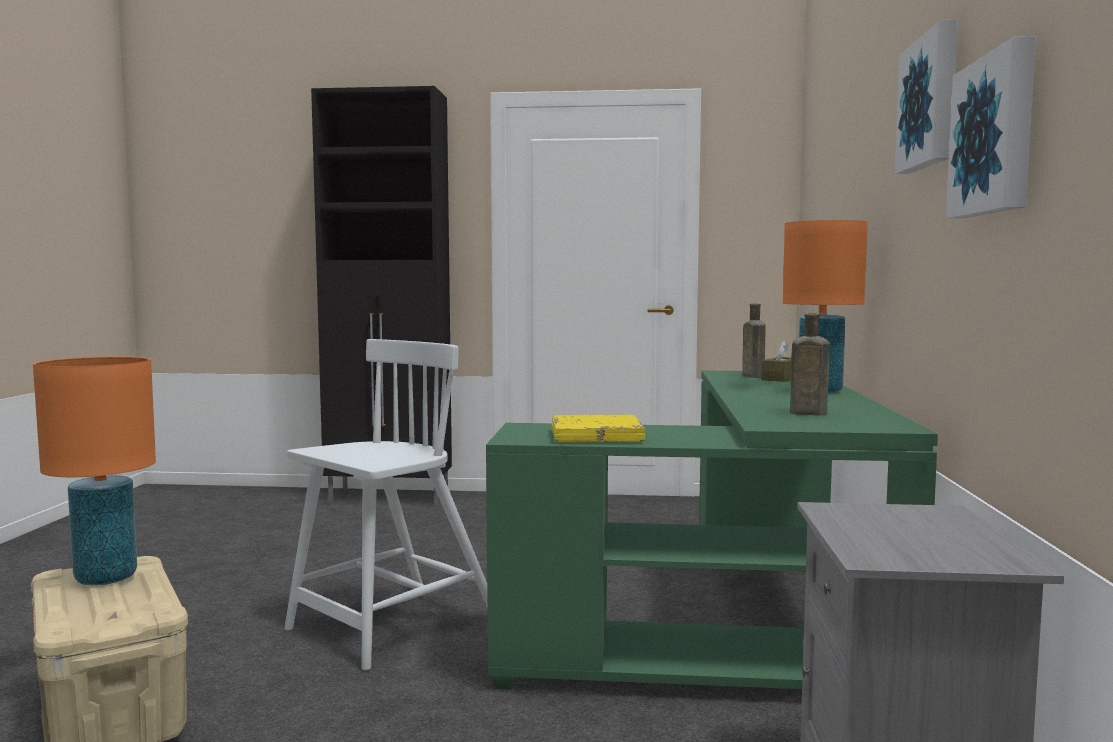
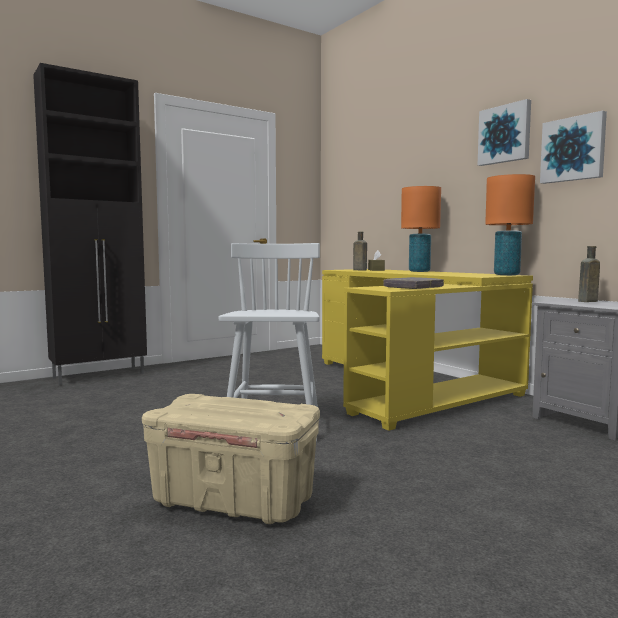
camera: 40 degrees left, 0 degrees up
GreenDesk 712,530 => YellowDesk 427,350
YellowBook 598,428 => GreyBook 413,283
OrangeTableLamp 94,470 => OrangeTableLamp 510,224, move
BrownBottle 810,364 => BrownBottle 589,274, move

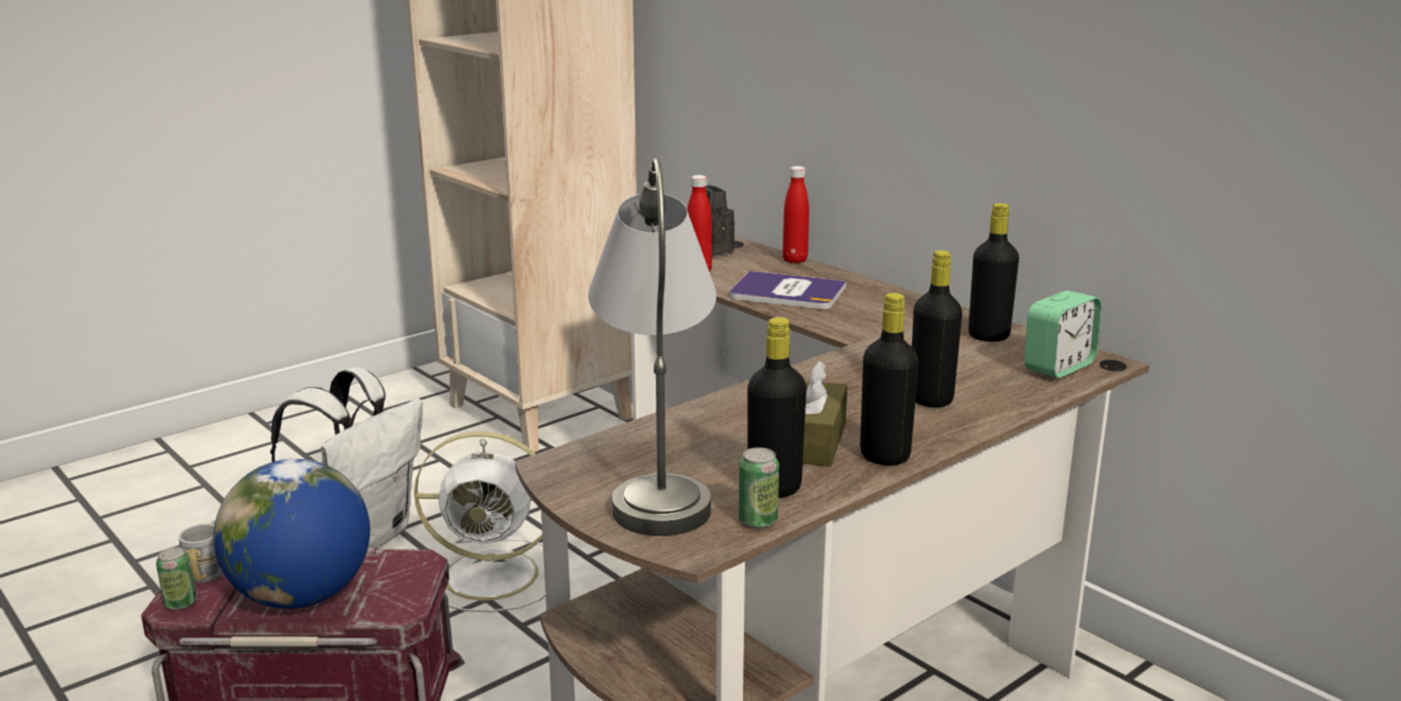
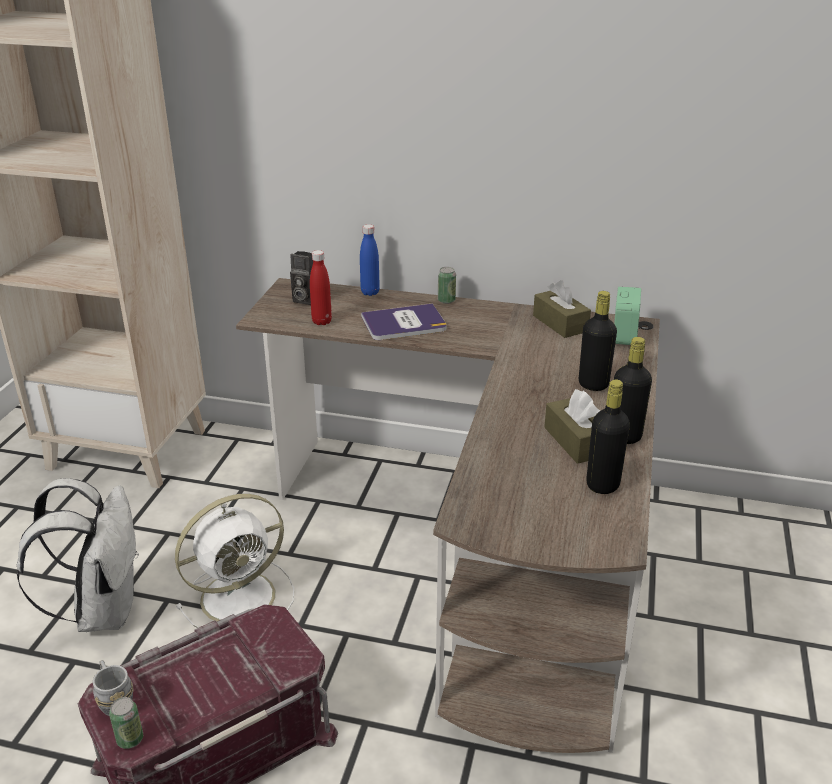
camera: 35 degrees left, 10 degrees up
RedBottle 796,214 => BlueBottle 370,260
Can 759,488 => Can 447,285, move
BlackBottle 993,272 => BrownTissueBox 562,309
Globe 292,534 => nothing
GreyTableLamp 652,347 => nothing

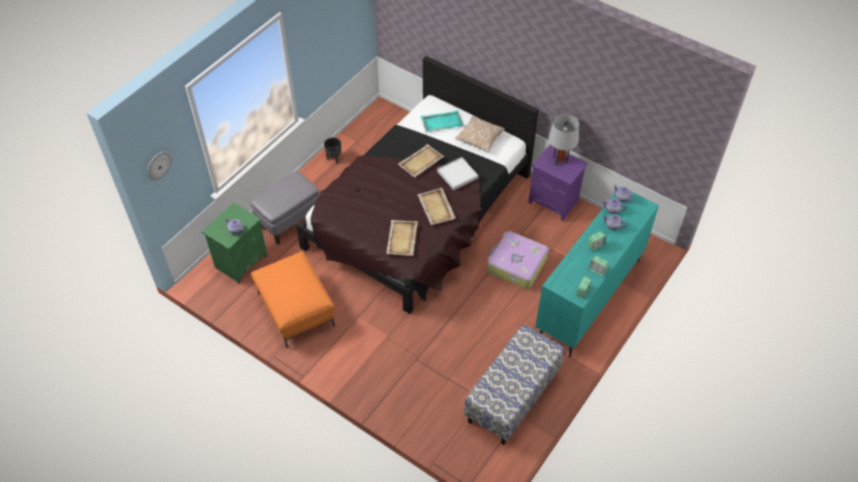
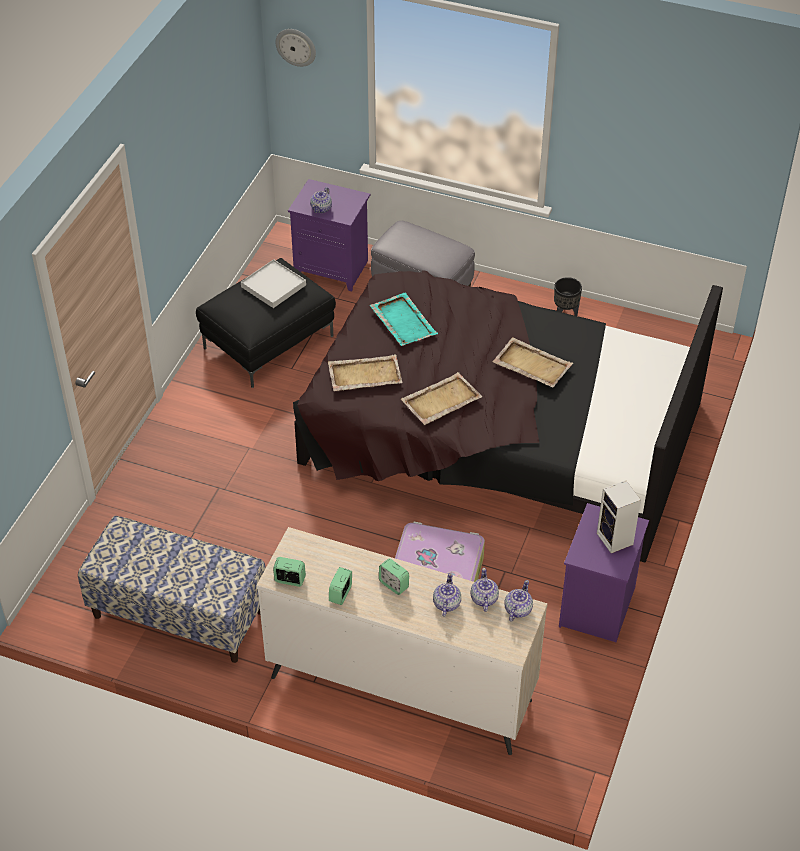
camera: 75 degrees right, 5 degrees down
OrangeOttoman 293,299 => BlackOttoman 266,323
WhiteTray 458,173 => WhiteTray 273,283, move
TurquoiseDresser 597,271 => BeigeDresser 402,641
GreenNightstand 234,243 => PurpleNightstand 329,235
TurquoiseTray 442,121 => TurquoiseTray 404,319, move
GreyTableLamp 563,139 => Speaker 619,516
Pillow 480,134 => nothing

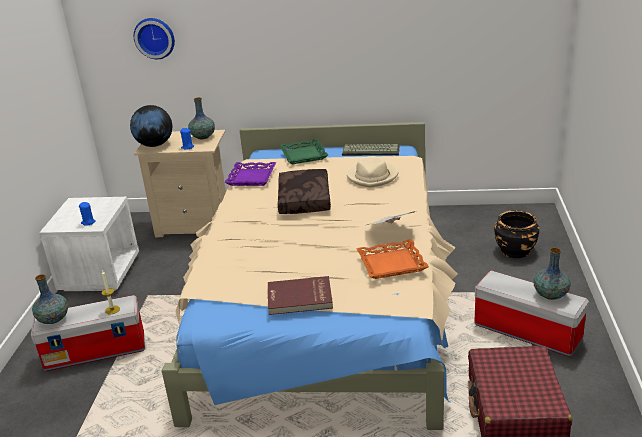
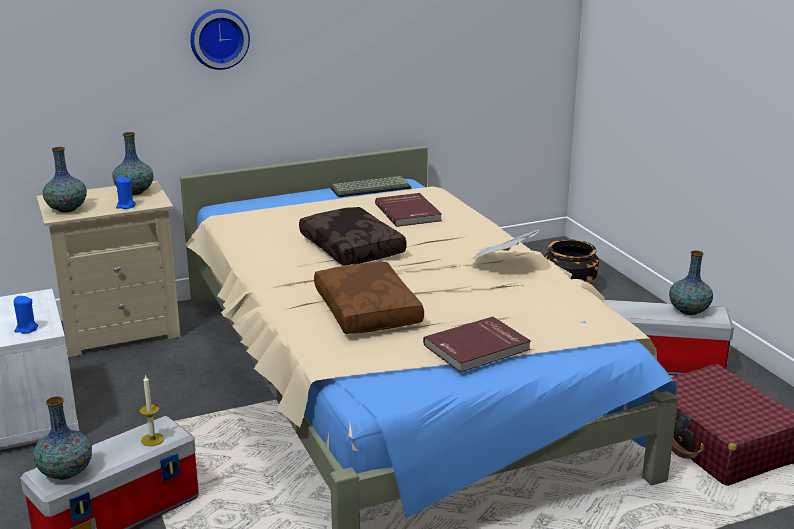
camera: 30 degrees left, 5 degrees down
Globe 151,126 => Vase 65,180
WallClock 154,38 => WallClock 220,39, move
nothing => BrownPillow 369,298
BeigeHat 372,172 => RedBook 408,210
PurpleTray 250,174 => nothing
GreenTray 303,152 => nothing
OrangeTray 392,259 => nothing

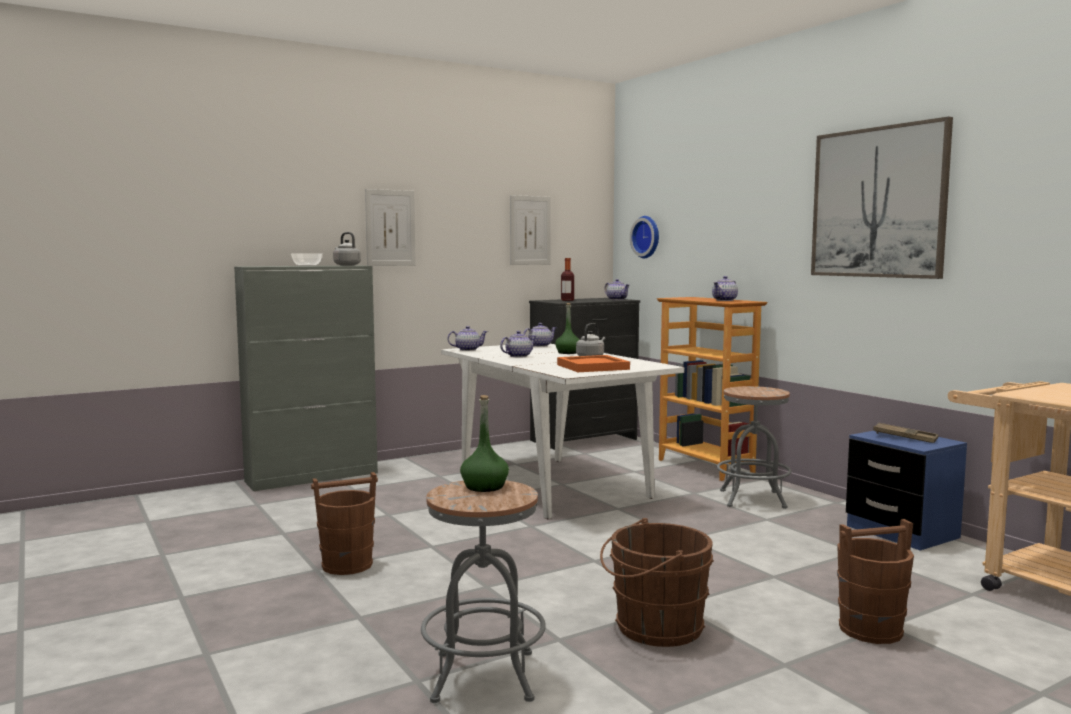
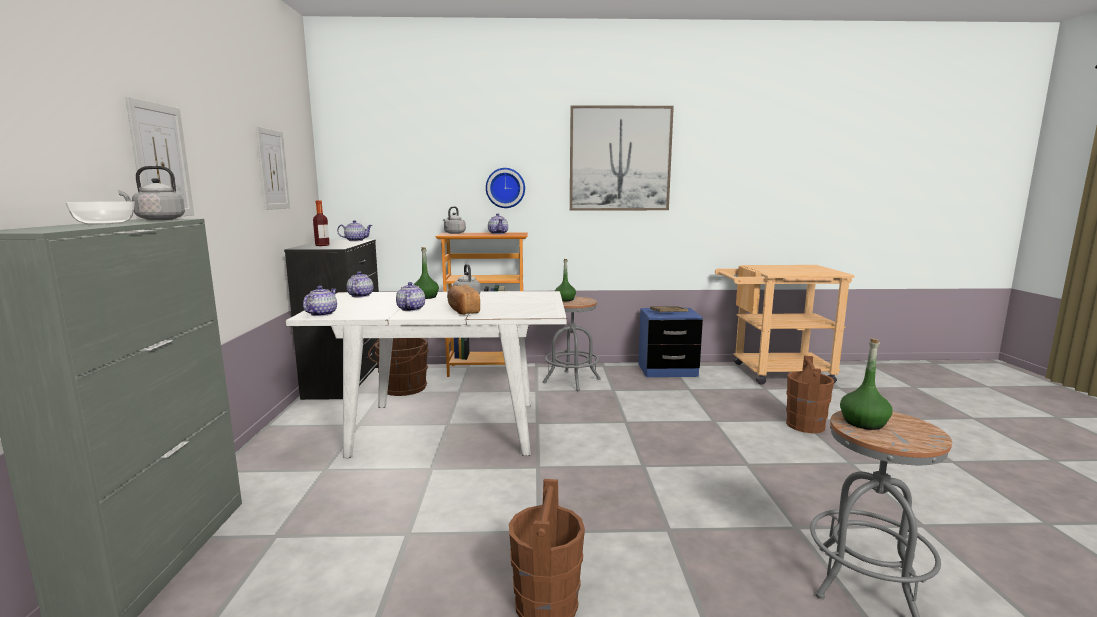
camera: 60 degrees left, 5 degrees up
BrownBucket 657,582 => BrownBucket 398,367, move
nothing => GreyKettle 454,220
nothing => Bread 463,300
WallClock 644,237 => WallClock 505,188, move
nothing => GreenBottle 565,280
OrangeTray 593,363 => nothing

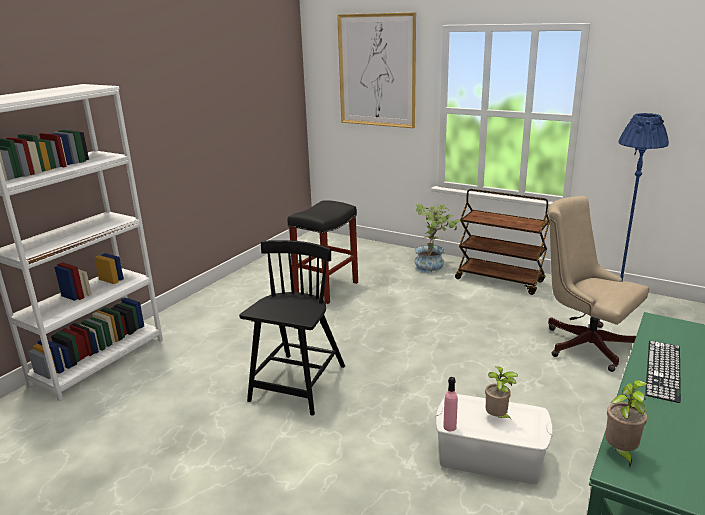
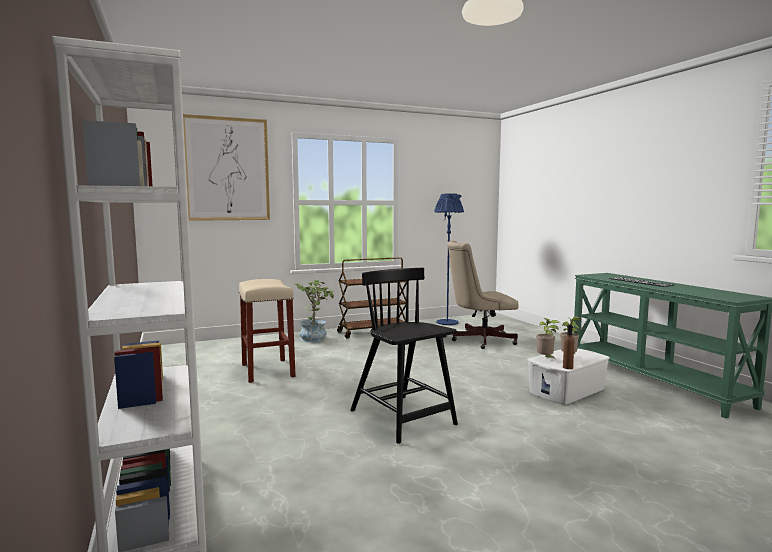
camera: 55 degrees left, 15 degrees down
BlackStool 323,252 => BeigeStool 267,331
PottedPlant 627,423 => PottedPlant 548,339, move
PinkBottle 450,404 => BrownBottle 568,347

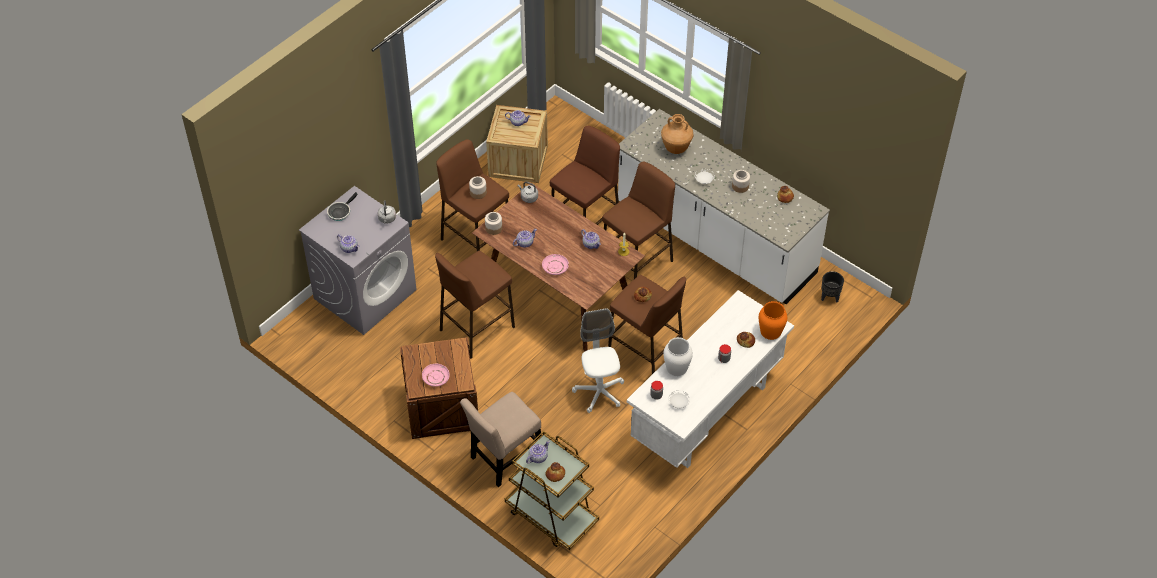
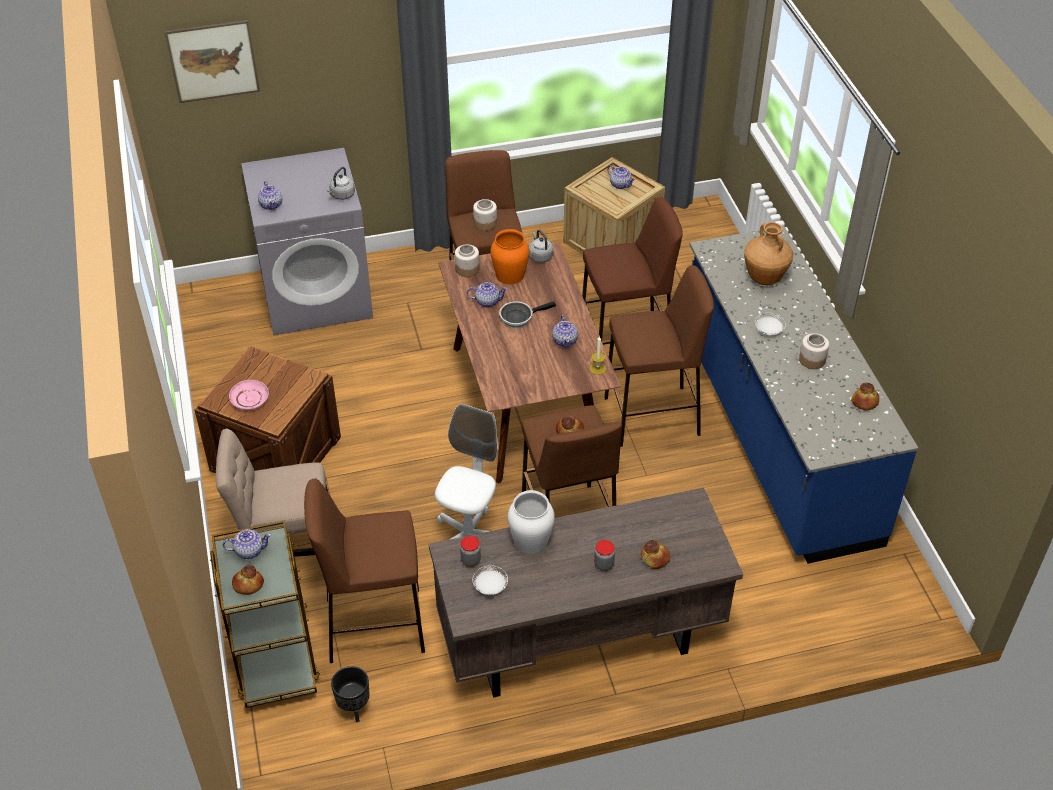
camera: 35 degrees right, 5 degrees down
nothing => Picture 212,61
BrownStool 475,304 => BrownStool 364,570, move
BlackPlanter 832,286 => BlackPlanter 350,694, move
WhiteDesk 710,379 => BrownDesk 586,593
OrangeVase 773,320 => OrangeVase 509,257, move
FryingPan 342,206 => FryingPan 527,314, move
WhiteCounter 724,206 => BlueCounter 804,395
PinkPlate 555,264 => nothing

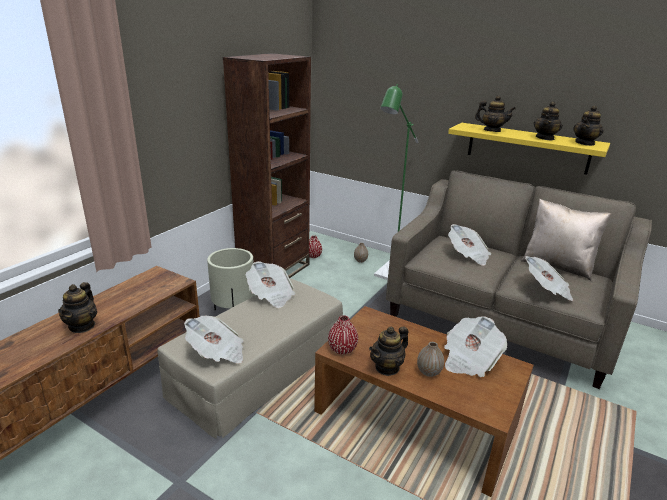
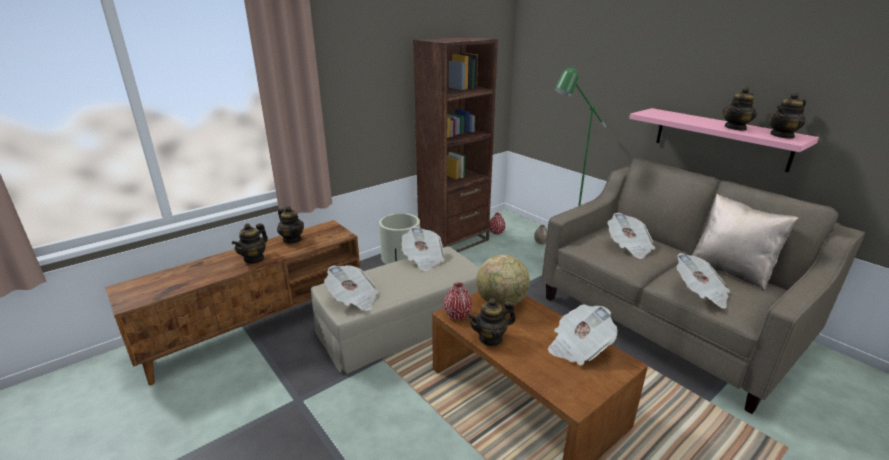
camera: 20 degrees right, 0 degrees up
Teapot 495,114 => Teapot 290,224, move
nothing => Globe 503,281
YellowShelf 529,149 => PinkShelf 724,140
Vase 430,359 => nothing

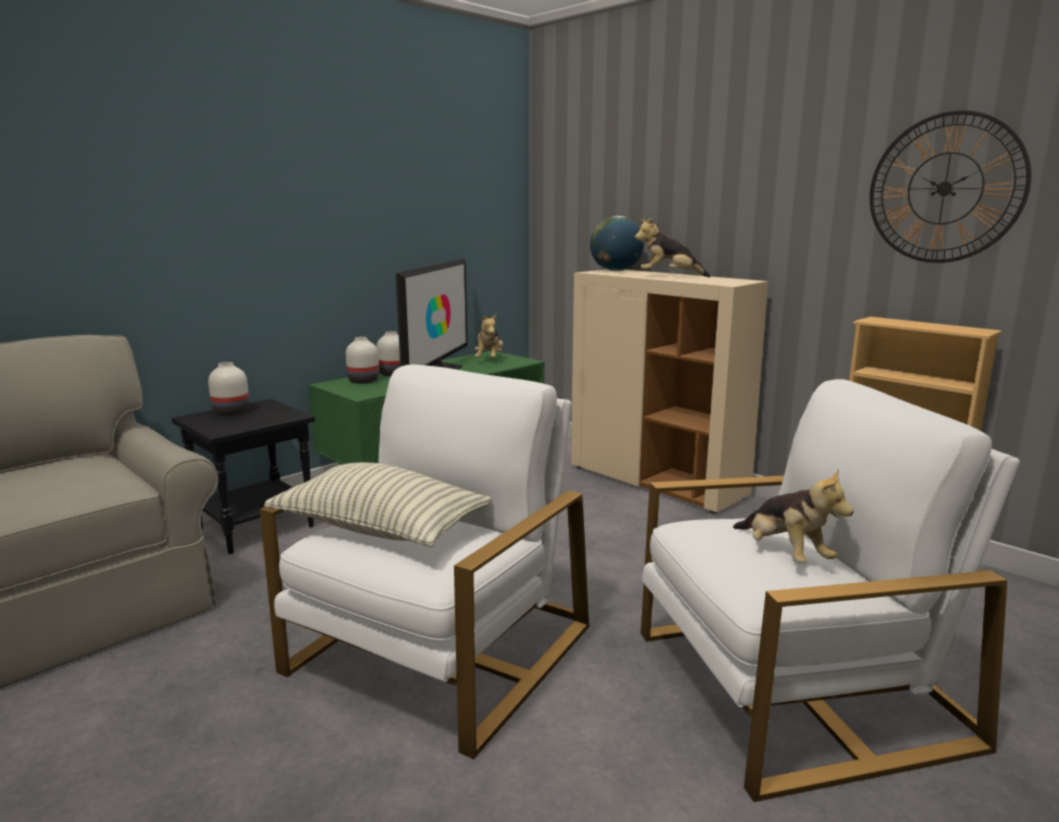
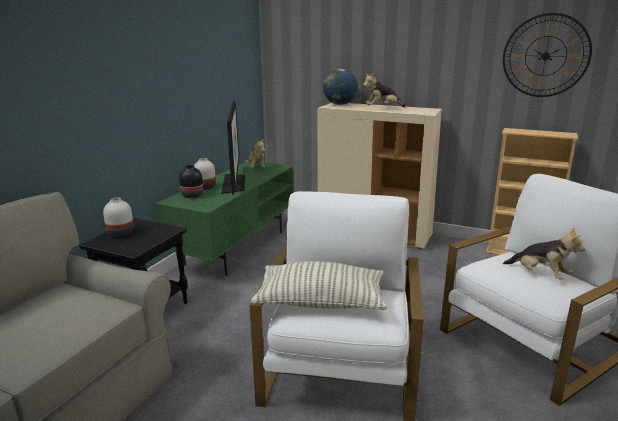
camera: 20 degrees left, 5 degrees up
WhiteVase 362,360 => BlackVase 191,181

